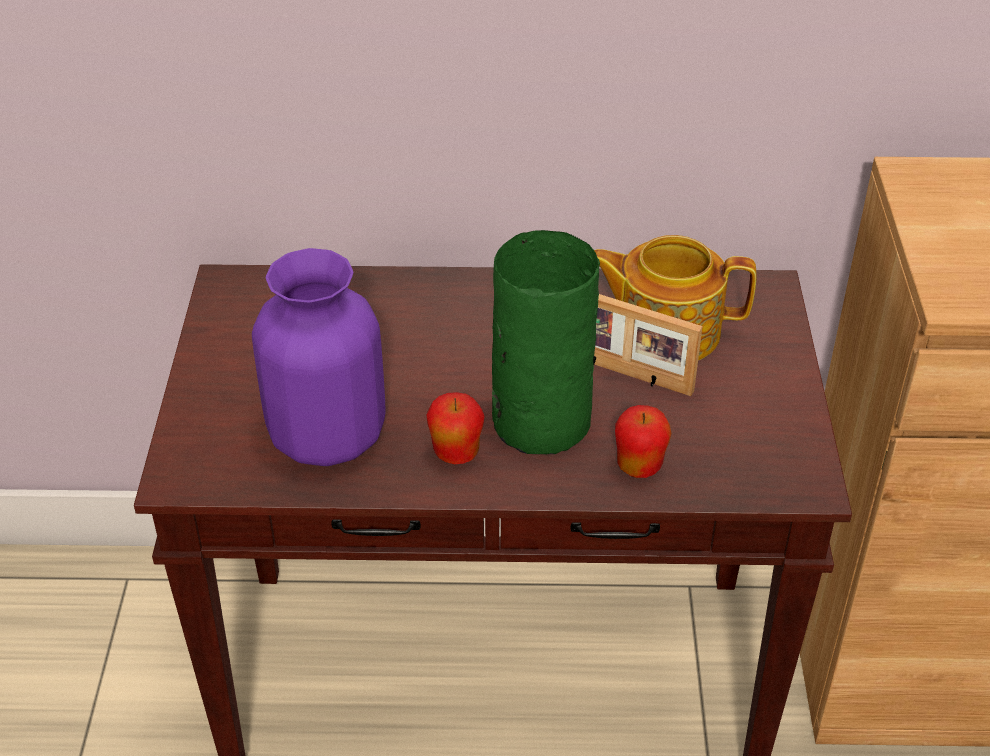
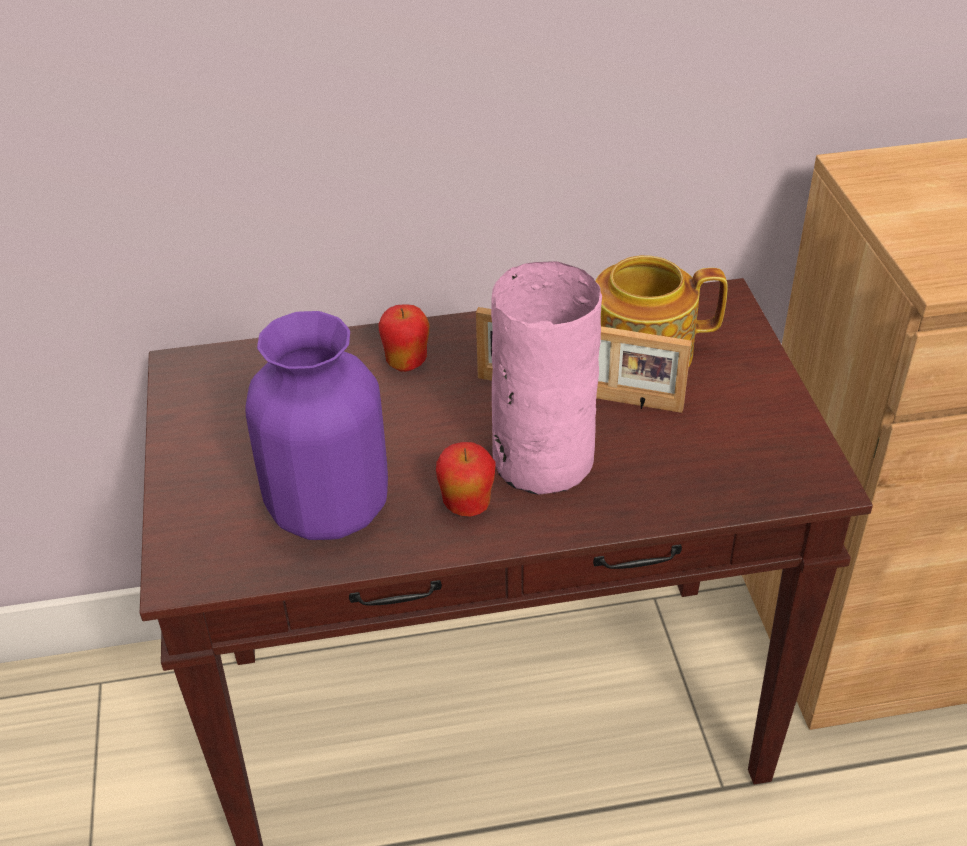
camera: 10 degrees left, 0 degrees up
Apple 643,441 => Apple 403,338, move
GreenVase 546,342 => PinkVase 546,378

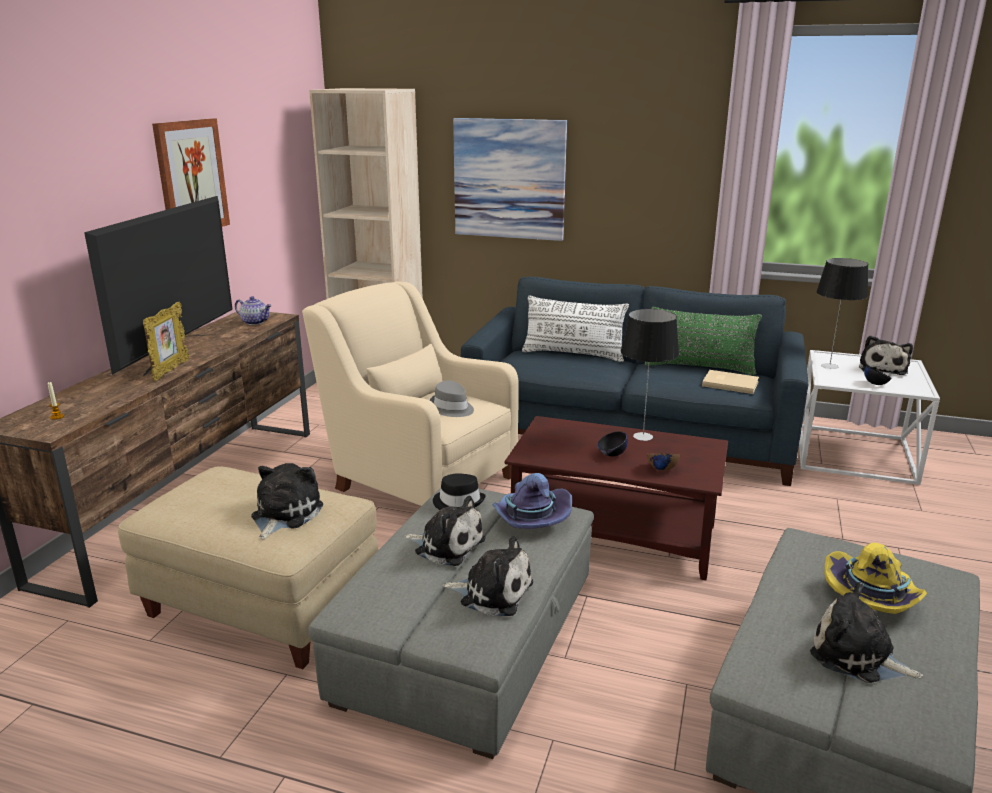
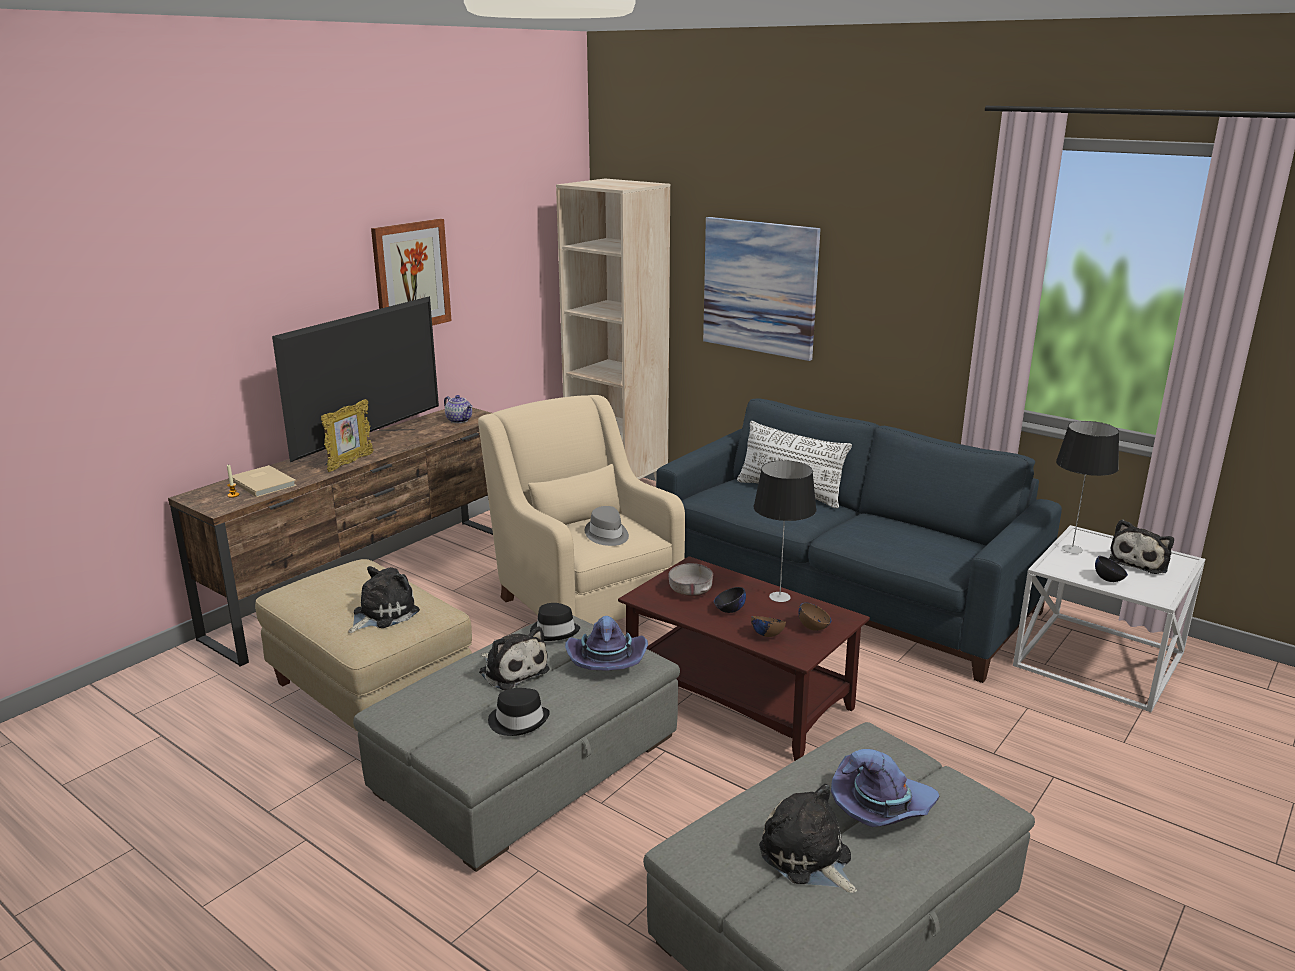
camera: 20 degrees right, 0 degrees up
BeigeBook 730,382 => BeigeBook 264,481, move
PlushToy 487,576 => BlackHat 519,712
nothing => GreyBowl 690,580
nothing => BrownBowl 815,616
YellowHat 875,578 => PurpleHat 885,788
GreenPillow 703,341 => nothing

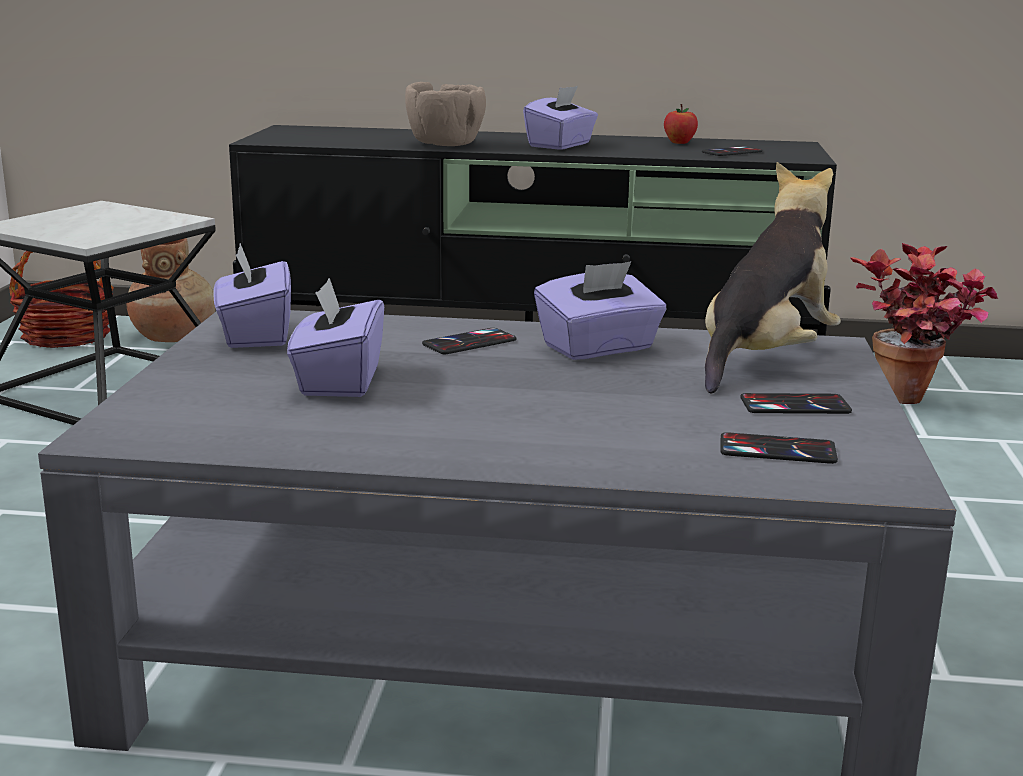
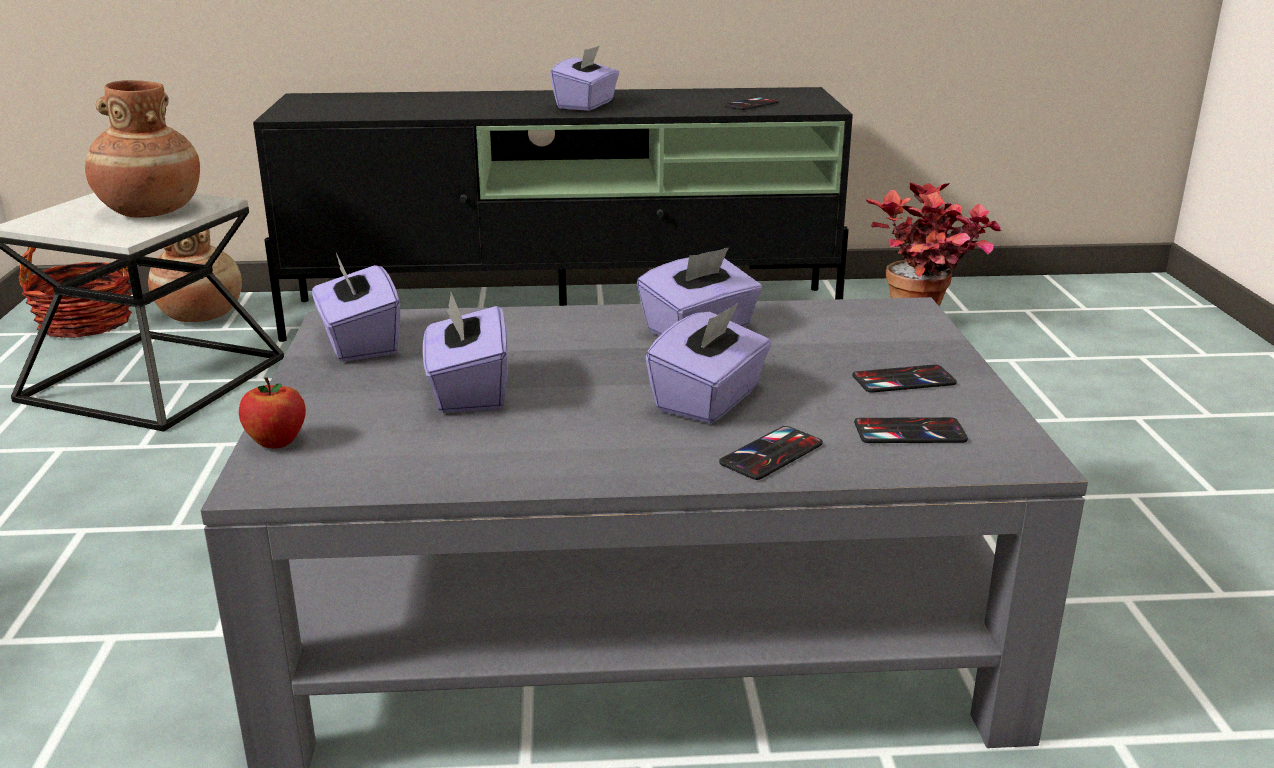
camera: 10 degrees left, 5 degrees up
nothing => BrownVase 142,148
Apple 681,124 => Apple 272,413, move
nothing => PurpleTissueBox 708,363
Phone 469,341 => Phone 771,453, move
BrownBowl 445,114 => nothing
PlushToy 773,278 => nothing

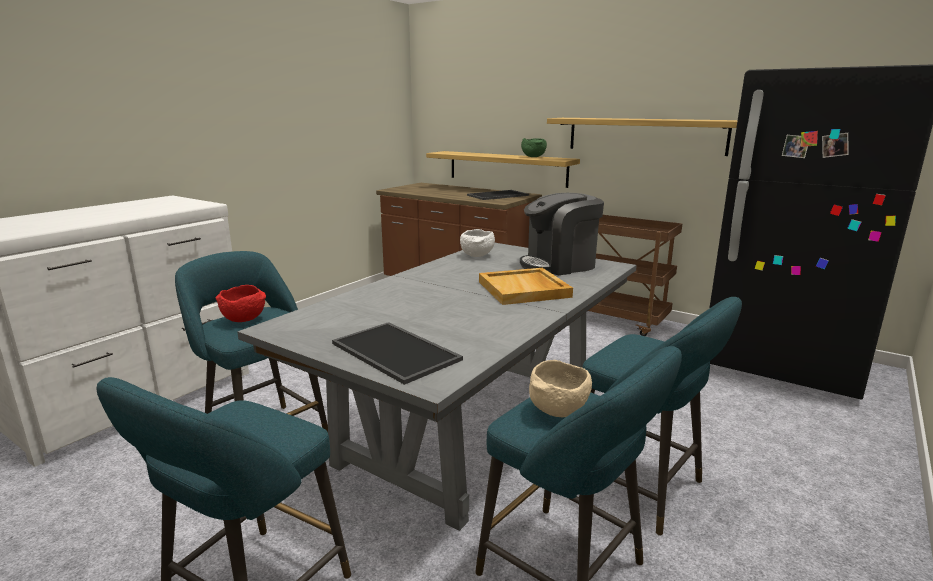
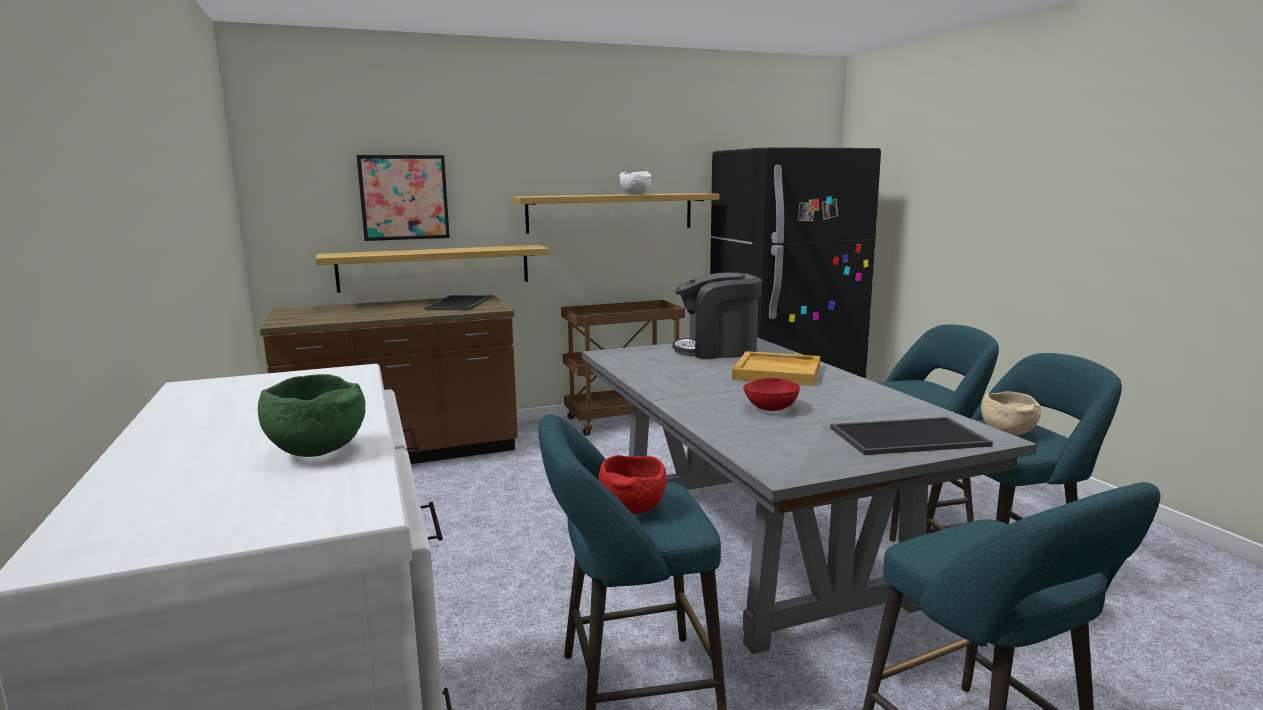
camera: 55 degrees left, 5 degrees down
GreenBowl 534,147 => GreenBowl 312,415, move
nothing => Picture 403,198
WhiteBowl 477,243 => WhiteBowl 635,183, move
CoffeeMachine 562,234 => CoffeeMachine 717,315, 75 degrees clockwise
nothing => RedBowl 771,394

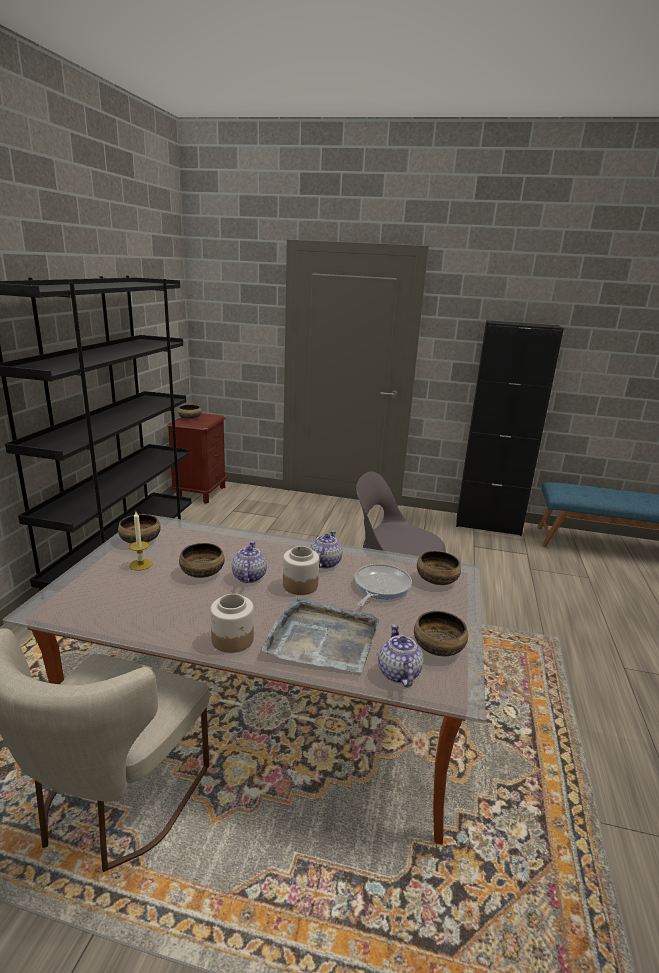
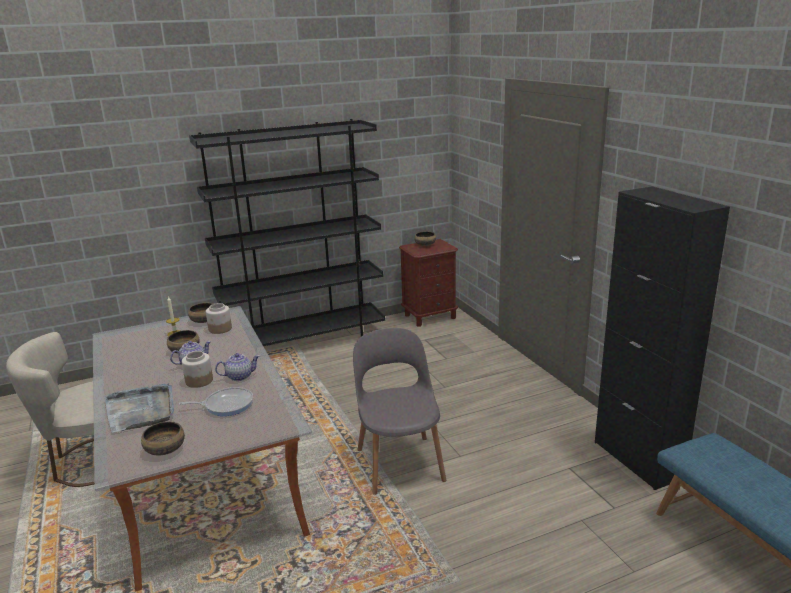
camera: 55 degrees right, 0 degrees up
Jar 232,623 => Jar 219,318, move
Teapot 400,655 => nothing
Bowl 439,568 => nothing

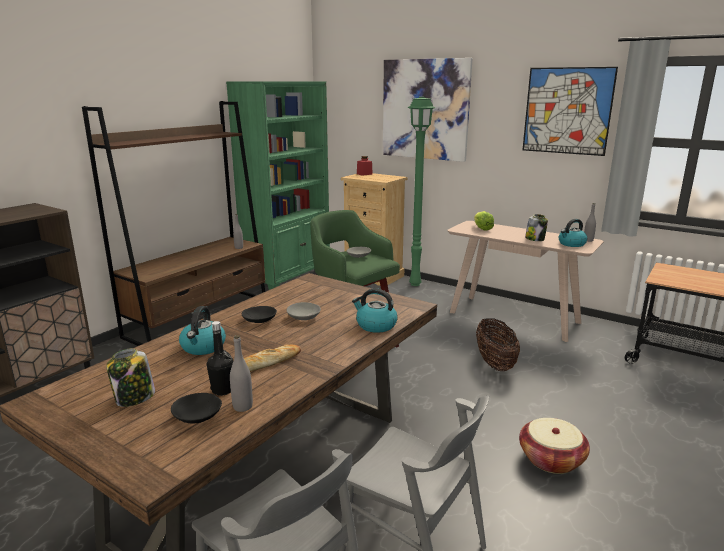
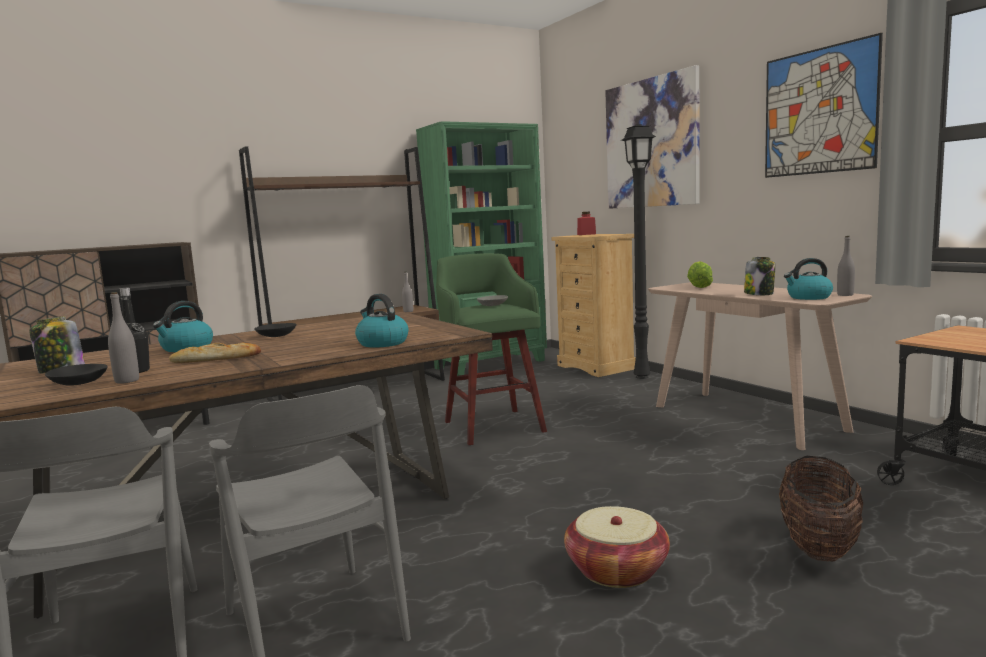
camera: 25 degrees right, 10 degrees down
GreenFloorLamp 421,191 => BlackFloorLamp 638,251
Basket 498,344 => Basket 821,508, move
GreyBowl 303,311 => nothing

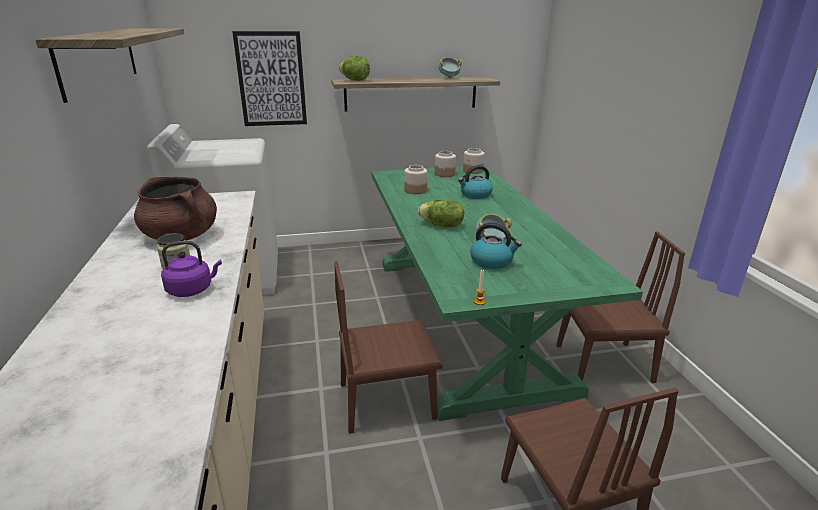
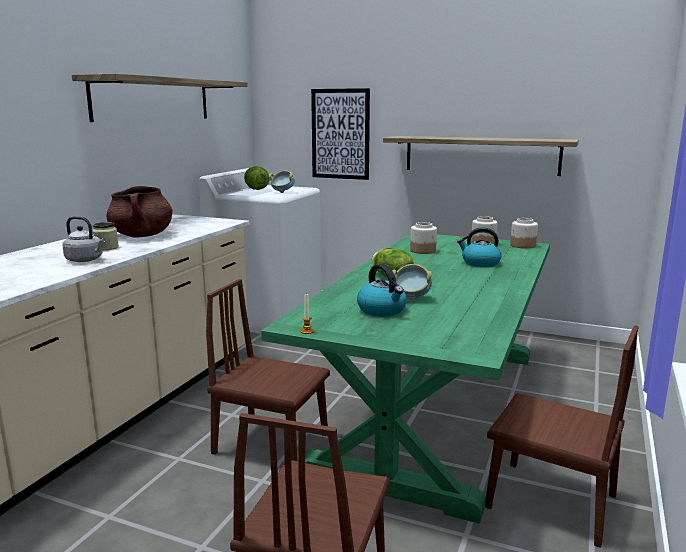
camera: 35 degrees right, 10 degrees down
PurpleKettle 191,269 => GreyKettle 83,239
Lettuce 354,68 => Lettuce 256,178, move
Bowl 450,67 => Bowl 282,182, move

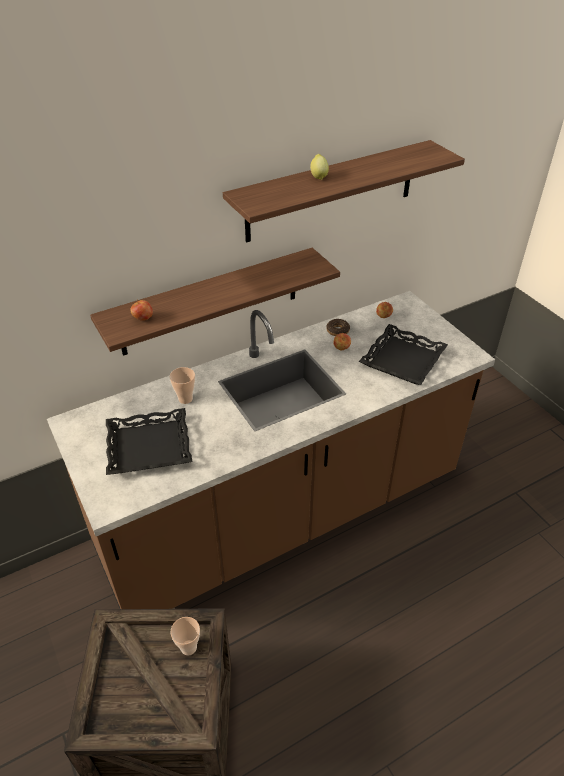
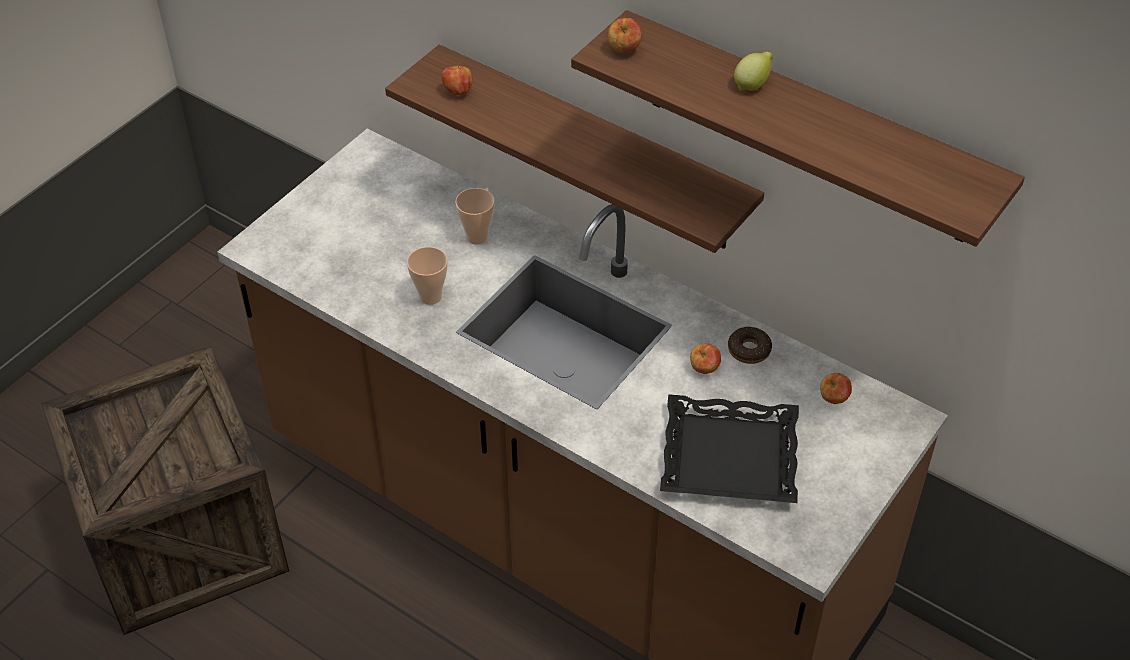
camera: 65 degrees right, 5 degrees up
Cup 185,636 => Cup 427,276, move
nothing => Apple 624,35
BlackTray 149,441 => nothing

